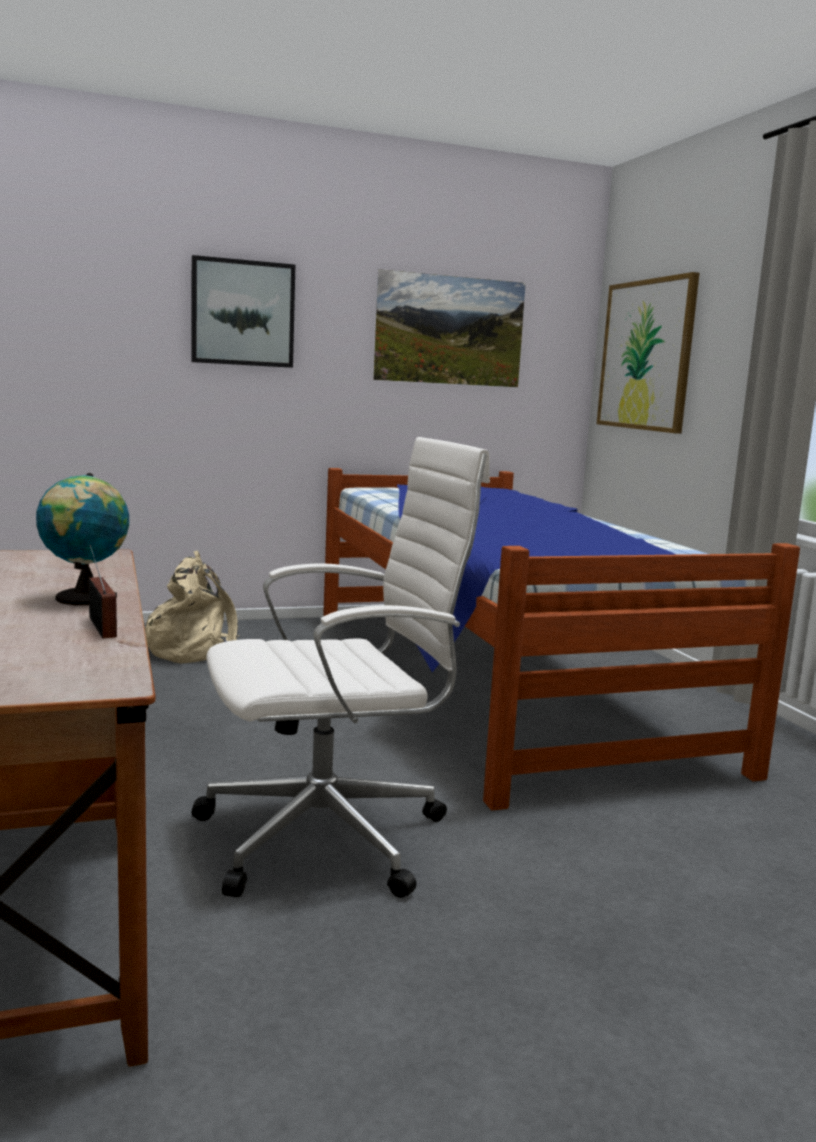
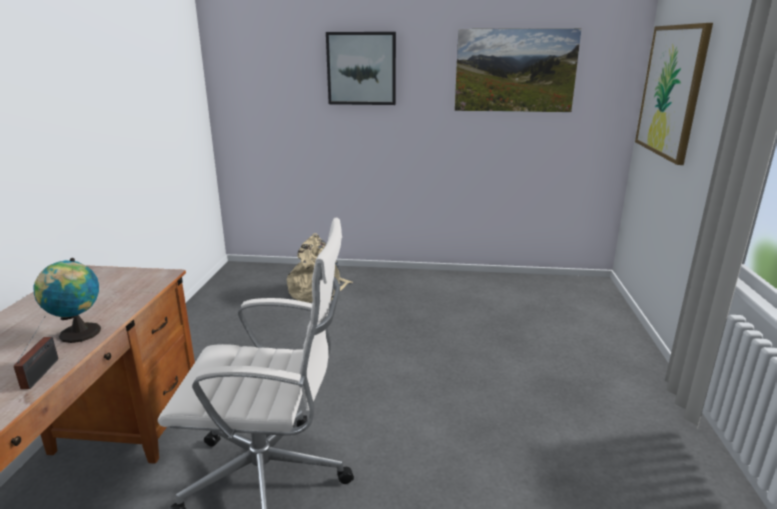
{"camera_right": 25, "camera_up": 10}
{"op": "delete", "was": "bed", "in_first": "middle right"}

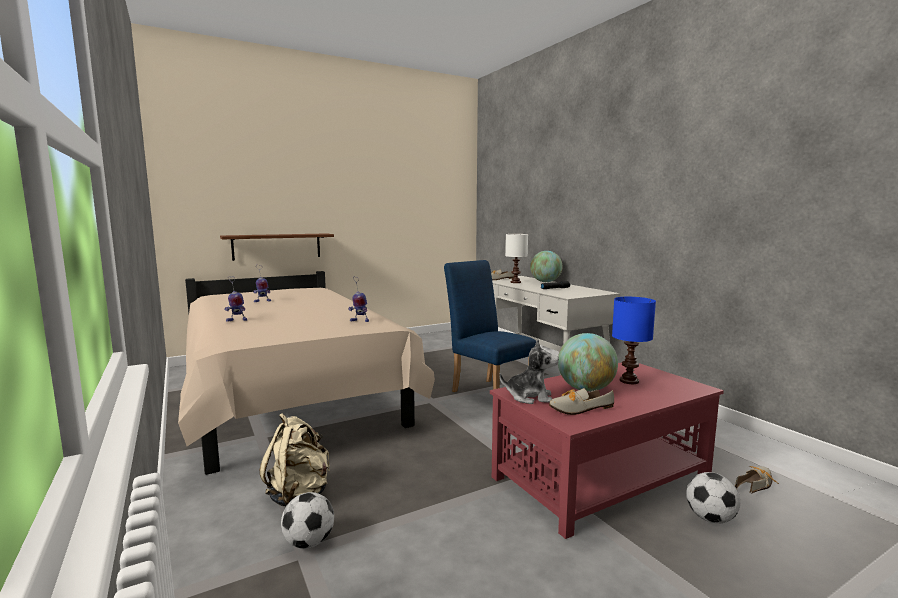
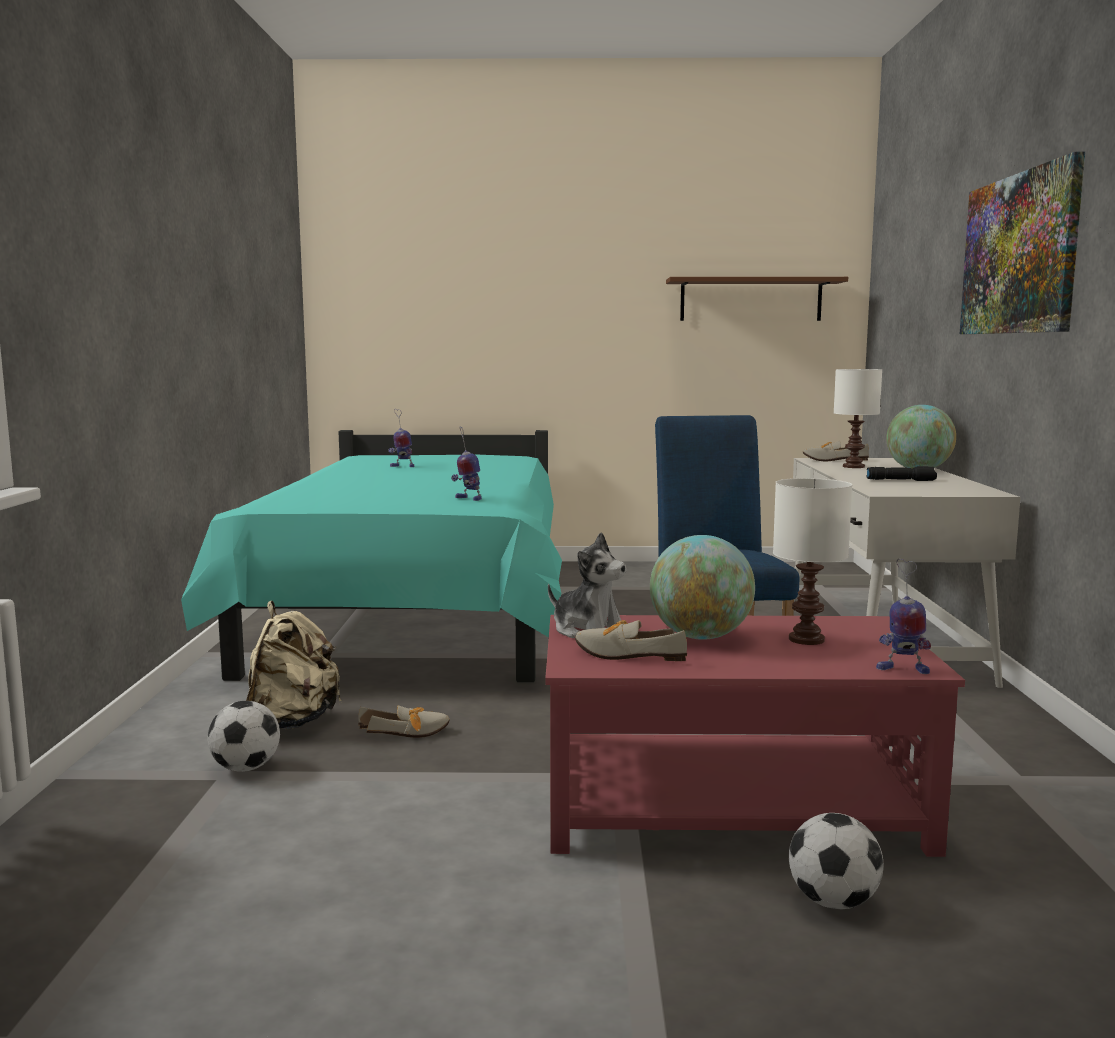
{"camera_right": 30, "camera_up": 0}
{"op": "recolor", "was": "beige bed", "now": "turquoise bed", "in_first": "centre", "in_second": "middle left"}
{"op": "move", "was": "brown shelf", "in_first": "middle left", "in_second": "top right"}
{"op": "move", "was": "toy robot (1st from left in the first image)", "now": "toy robot (3rd from left)", "in_first": "middle left", "in_second": "middle right"}
{"op": "recolor", "was": "blue table lamp", "now": "white table lamp (1st from left)", "in_first": "middle right", "in_second": "middle right"}
{"op": "move", "was": "shoe (3rd from left in the first image)", "now": "shoe (1st from left)", "in_first": "bottom right", "in_second": "bottom centre"}
{"op": "insert", "now": "picture", "in_second": "top right"}

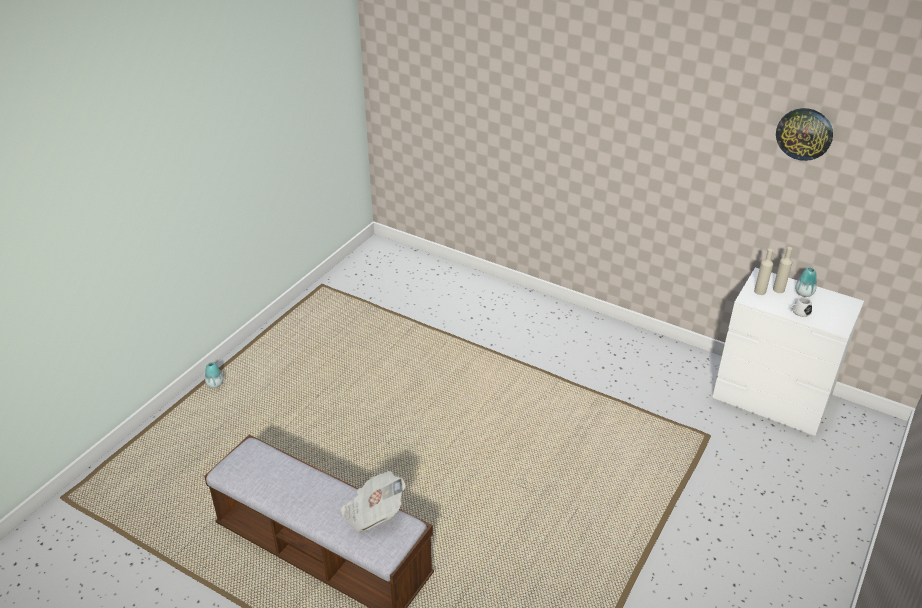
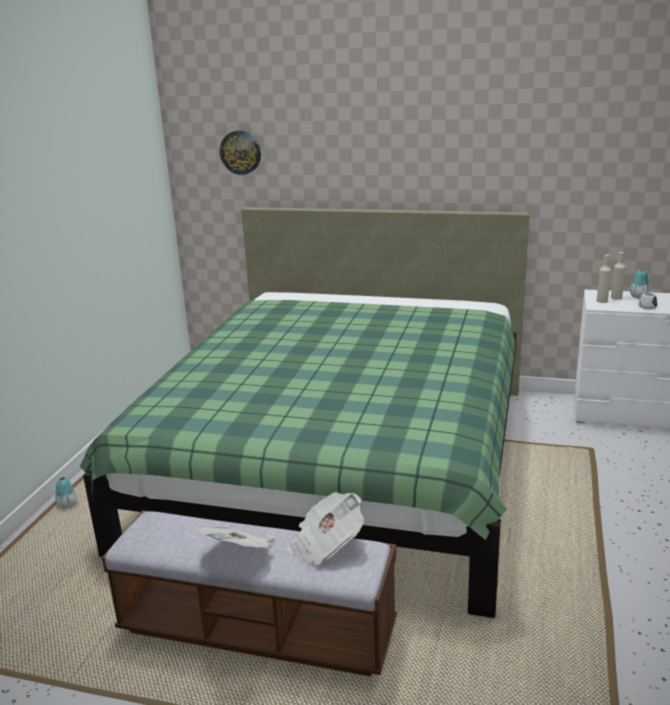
{"camera_right": -15, "camera_up": -15}
{"op": "move", "was": "wall clock", "in_first": "top right", "in_second": "top centre"}
{"op": "insert", "now": "green bed", "in_second": "centre"}
{"op": "insert", "now": "newspaper (1st from left)", "in_second": "bottom centre"}

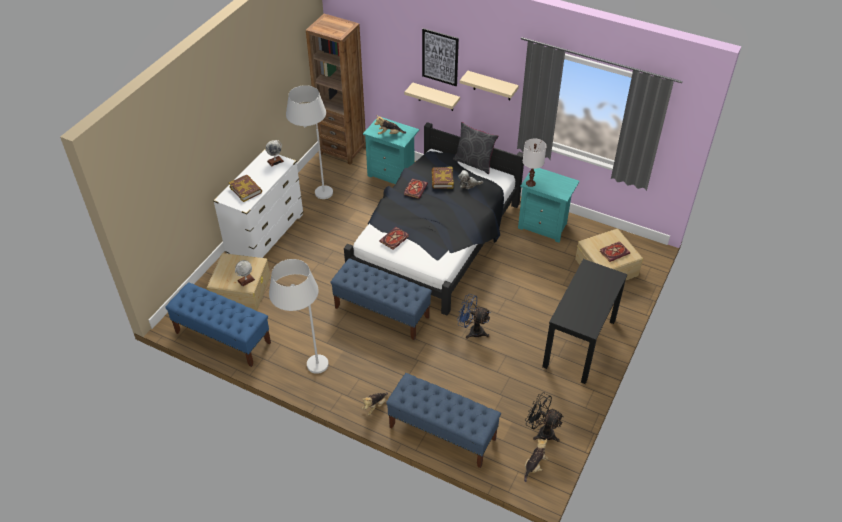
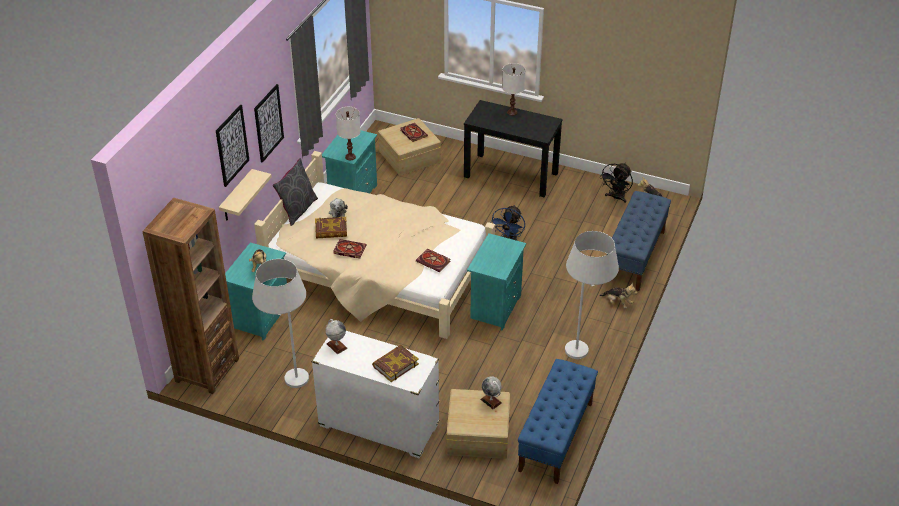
{"camera_right": -95, "camera_up": -5}
{"op": "replace", "was": "blue bench (2nd from left)", "now": "turquoise nightstand (3rd from left)", "in_first": "centre", "in_second": "centre"}
{"op": "recolor", "was": "black bed", "now": "beige bed", "in_first": "centre", "in_second": "centre"}
{"op": "replace", "was": "beige shelf (2nd from left)", "now": "picture (2nd from left)", "in_first": "top centre", "in_second": "top left"}
{"op": "insert", "now": "white table lamp (2nd from left)", "in_second": "top centre"}

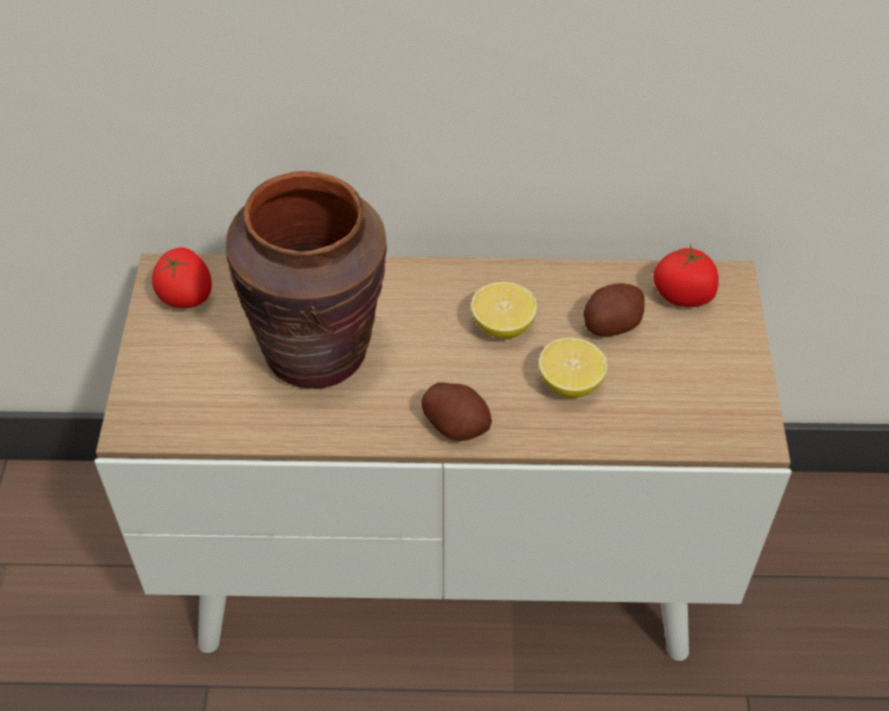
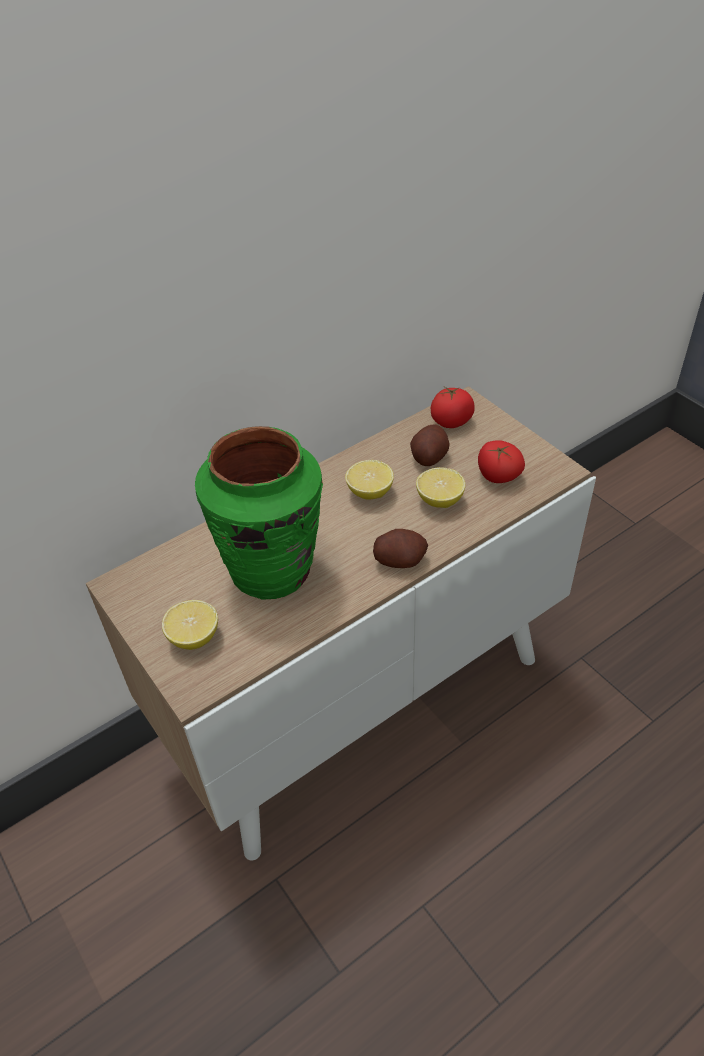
{"camera_right": -35, "camera_up": -5}
{"op": "move", "was": "tomato (1st from left in the first image)", "now": "tomato (2nd from left)", "in_first": "middle left", "in_second": "middle right"}
{"op": "recolor", "was": "brown vase", "now": "green vase", "in_first": "centre", "in_second": "centre"}
{"op": "insert", "now": "lemon (1st from left)", "in_second": "middle left"}

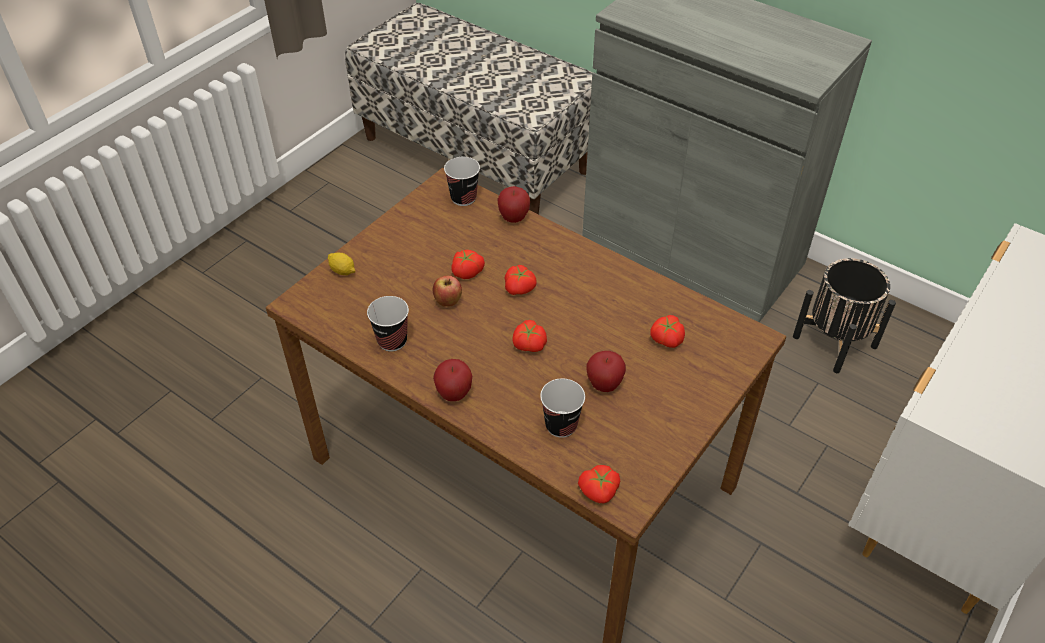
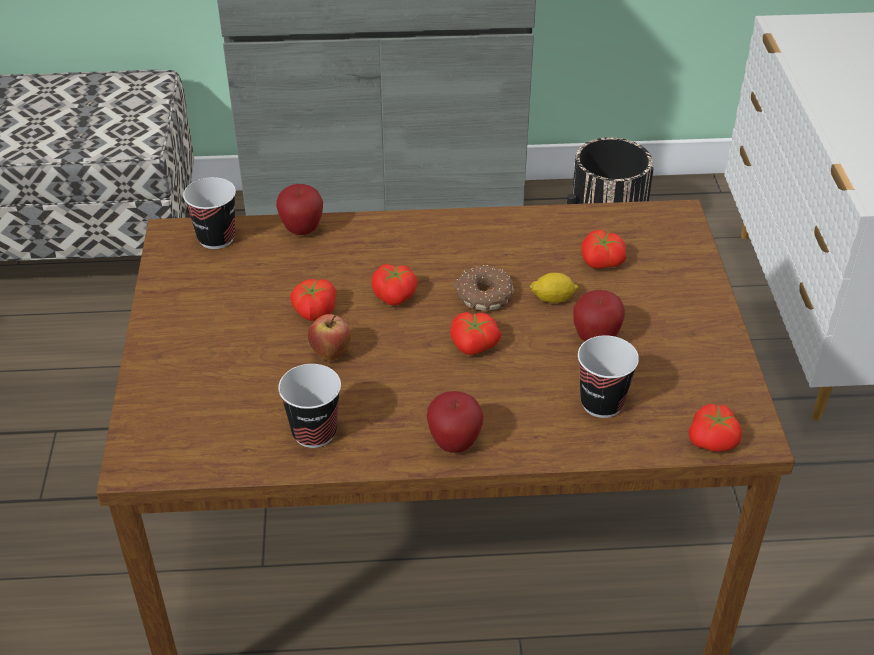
{"camera_right": -40, "camera_up": -5}
{"op": "move", "was": "lemon", "in_first": "middle left", "in_second": "centre"}
{"op": "insert", "now": "donut", "in_second": "centre"}

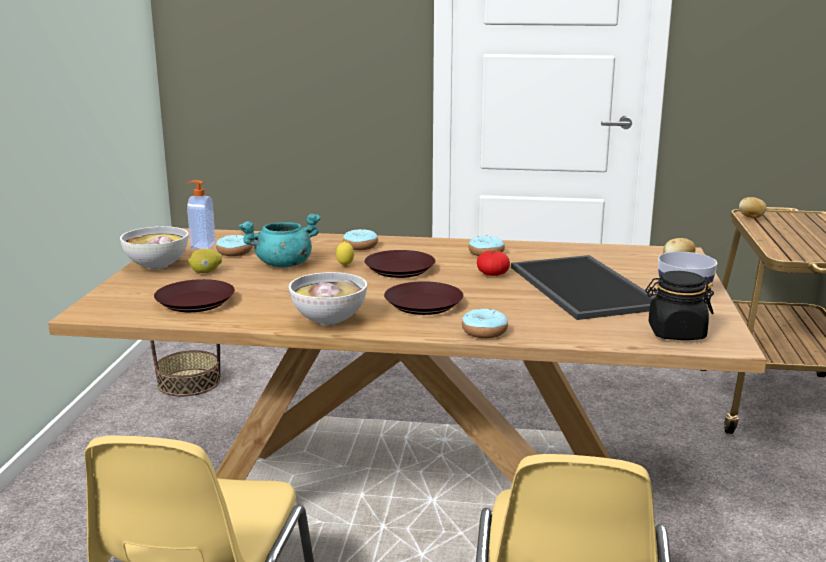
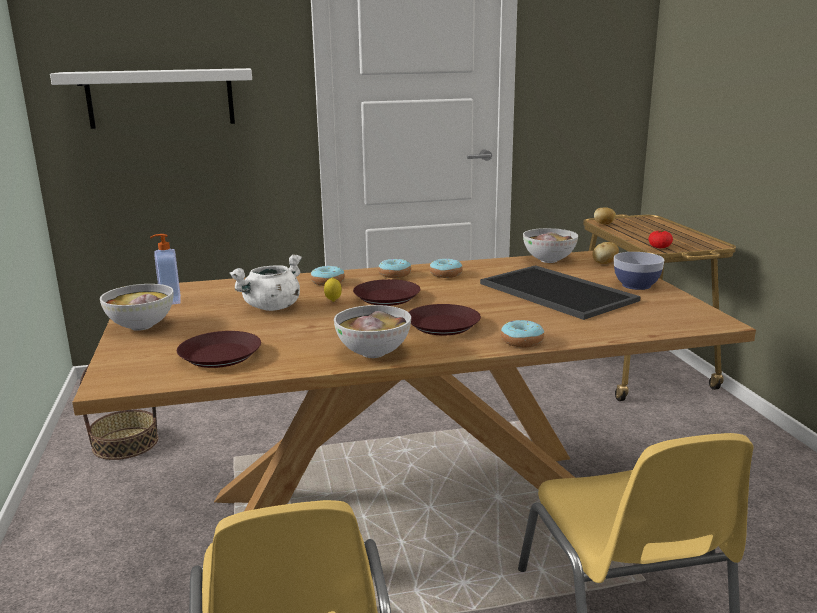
{"camera_right": -20, "camera_up": 0}
{"op": "delete", "was": "lemon (1st from left)", "in_first": "middle left"}
{"op": "move", "was": "donut (1st from left in the first image)", "now": "donut (2nd from left)", "in_first": "middle left", "in_second": "centre"}
{"op": "recolor", "was": "turquoise cooking pot", "now": "white cooking pot", "in_first": "centre", "in_second": "middle left"}
{"op": "move", "was": "tomato", "in_first": "centre", "in_second": "middle right"}
{"op": "delete", "was": "black jar", "in_first": "middle right"}
{"op": "insert", "now": "white shelf", "in_second": "top left"}
{"op": "insert", "now": "bowl (3rd from left)", "in_second": "middle right"}

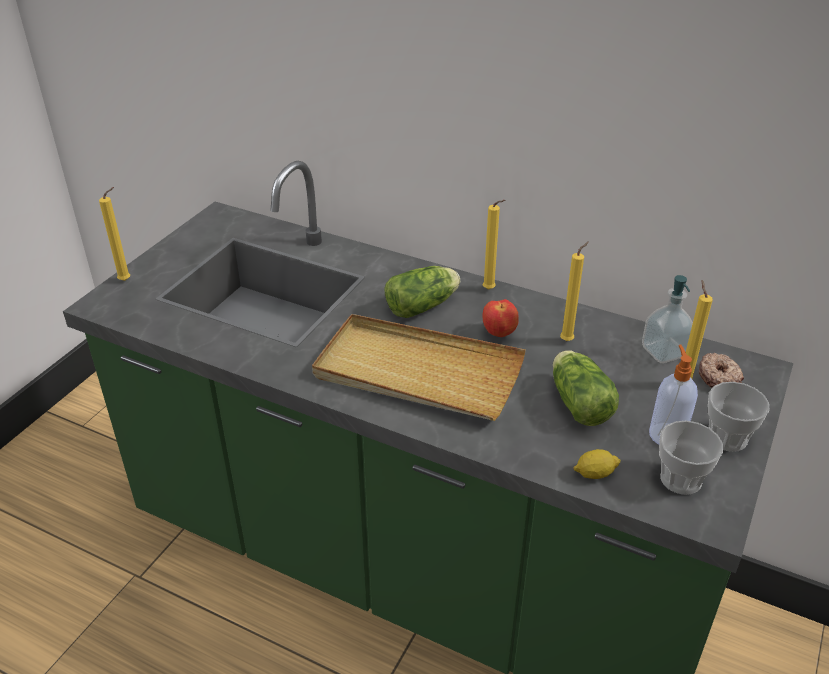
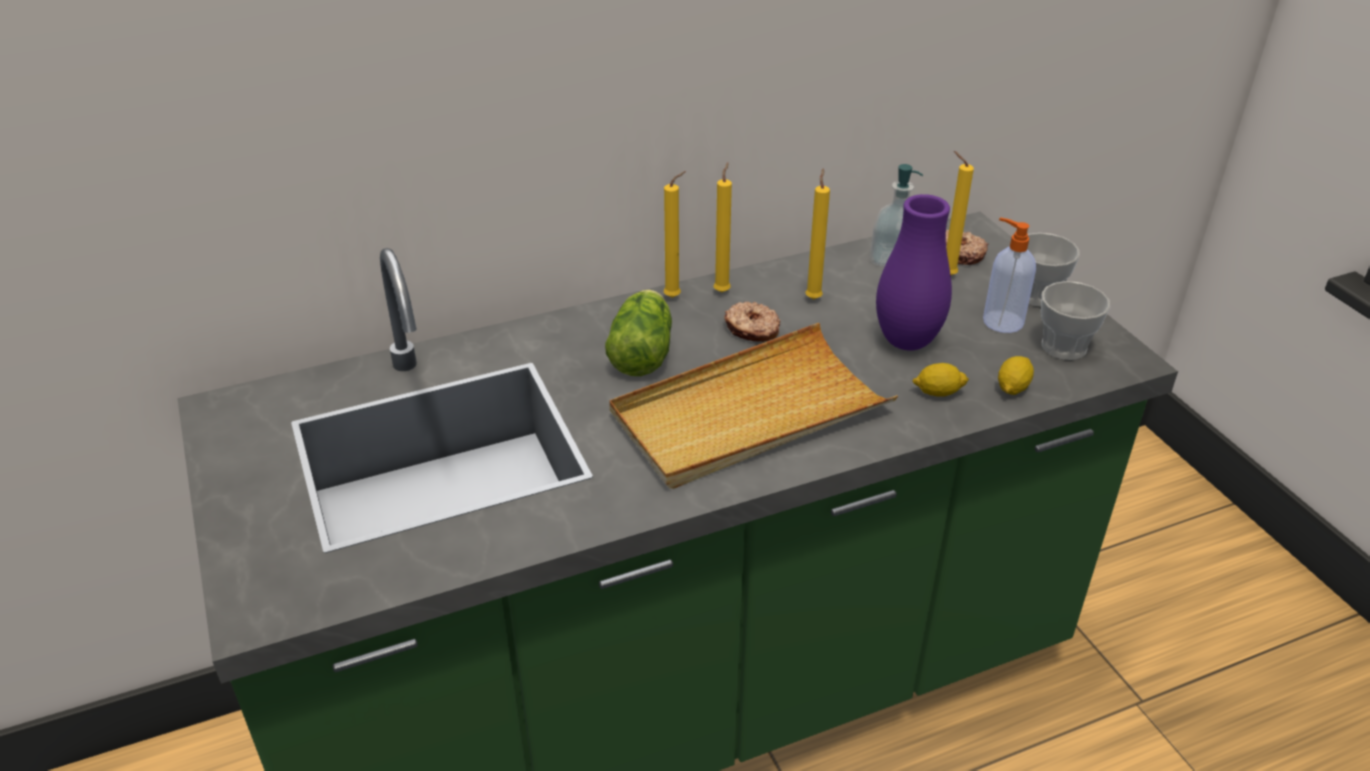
{"camera_right": -50, "camera_up": 0}
{"op": "move", "was": "yellow candle (1st from left in the first image)", "now": "yellow candle (2nd from left)", "in_first": "middle left", "in_second": "top centre"}
{"op": "replace", "was": "apple", "now": "donut (1st from left)", "in_first": "centre", "in_second": "centre"}
{"op": "replace", "was": "lettuce (2nd from left)", "now": "purple vase", "in_first": "middle right", "in_second": "middle right"}
{"op": "insert", "now": "lemon (1st from left)", "in_second": "middle right"}

